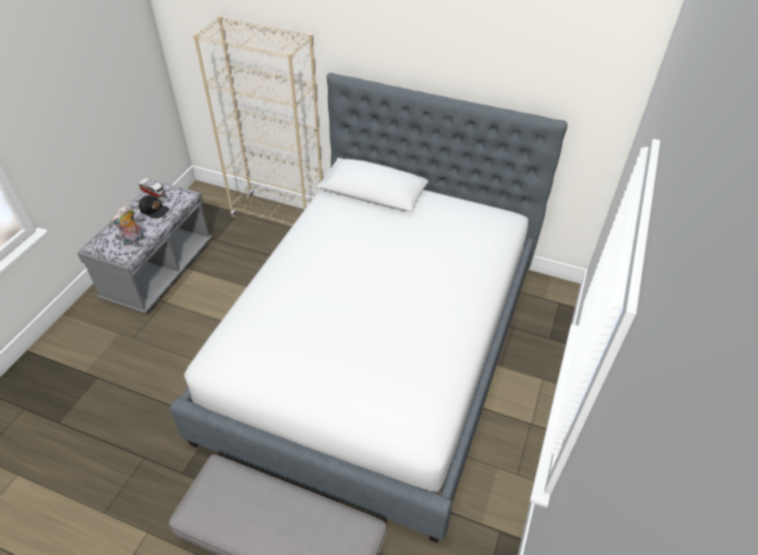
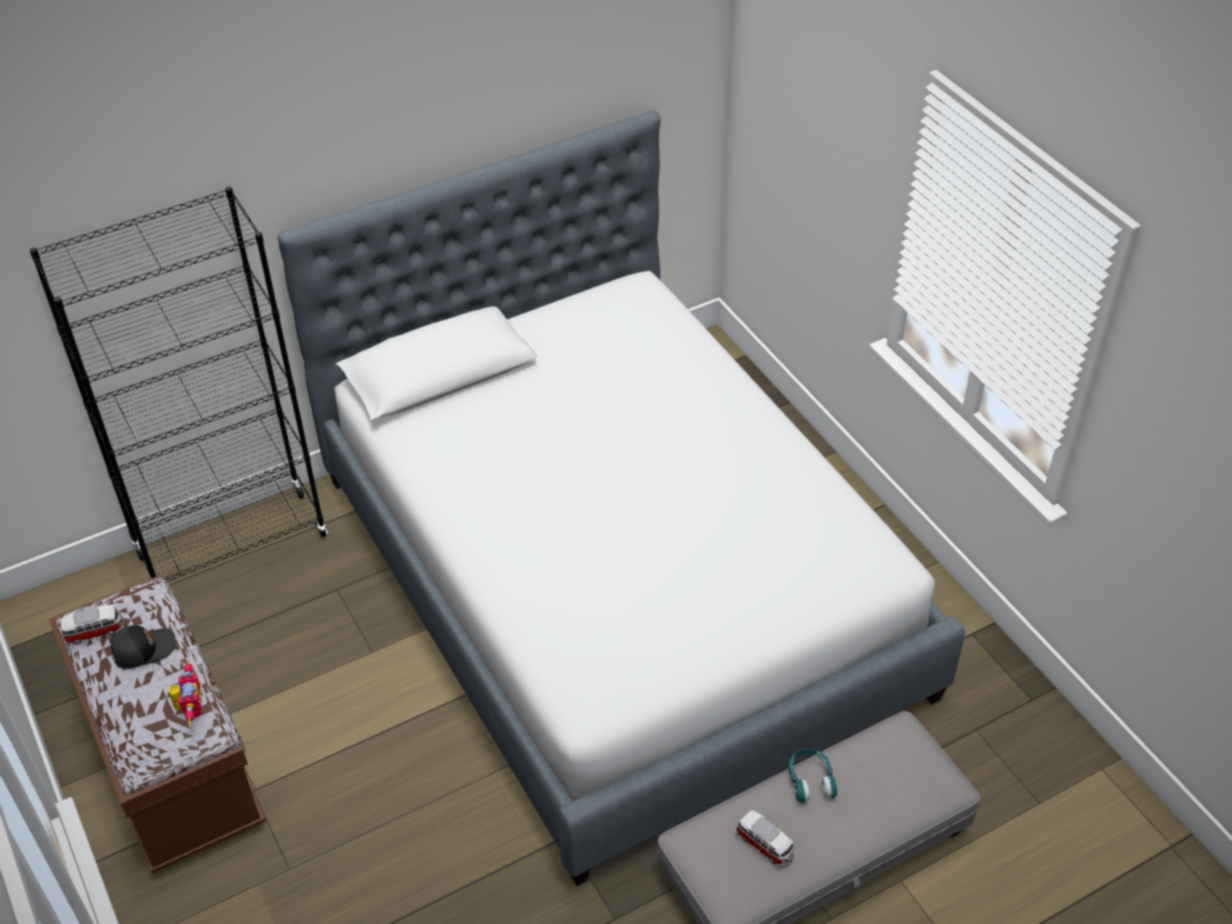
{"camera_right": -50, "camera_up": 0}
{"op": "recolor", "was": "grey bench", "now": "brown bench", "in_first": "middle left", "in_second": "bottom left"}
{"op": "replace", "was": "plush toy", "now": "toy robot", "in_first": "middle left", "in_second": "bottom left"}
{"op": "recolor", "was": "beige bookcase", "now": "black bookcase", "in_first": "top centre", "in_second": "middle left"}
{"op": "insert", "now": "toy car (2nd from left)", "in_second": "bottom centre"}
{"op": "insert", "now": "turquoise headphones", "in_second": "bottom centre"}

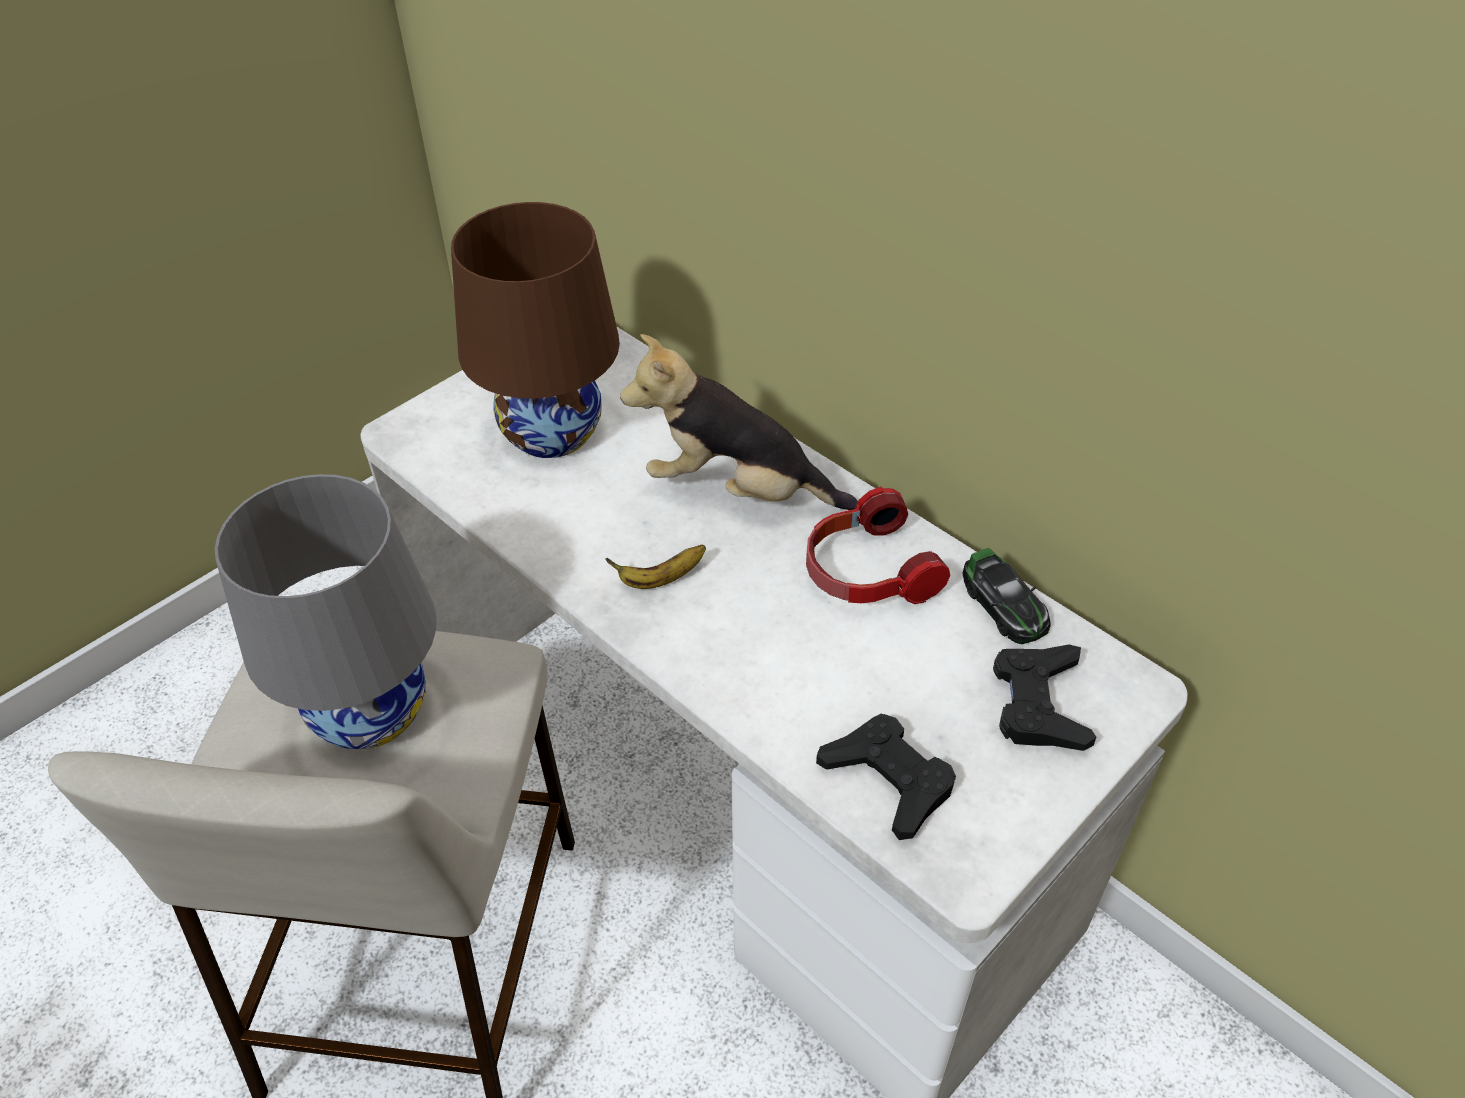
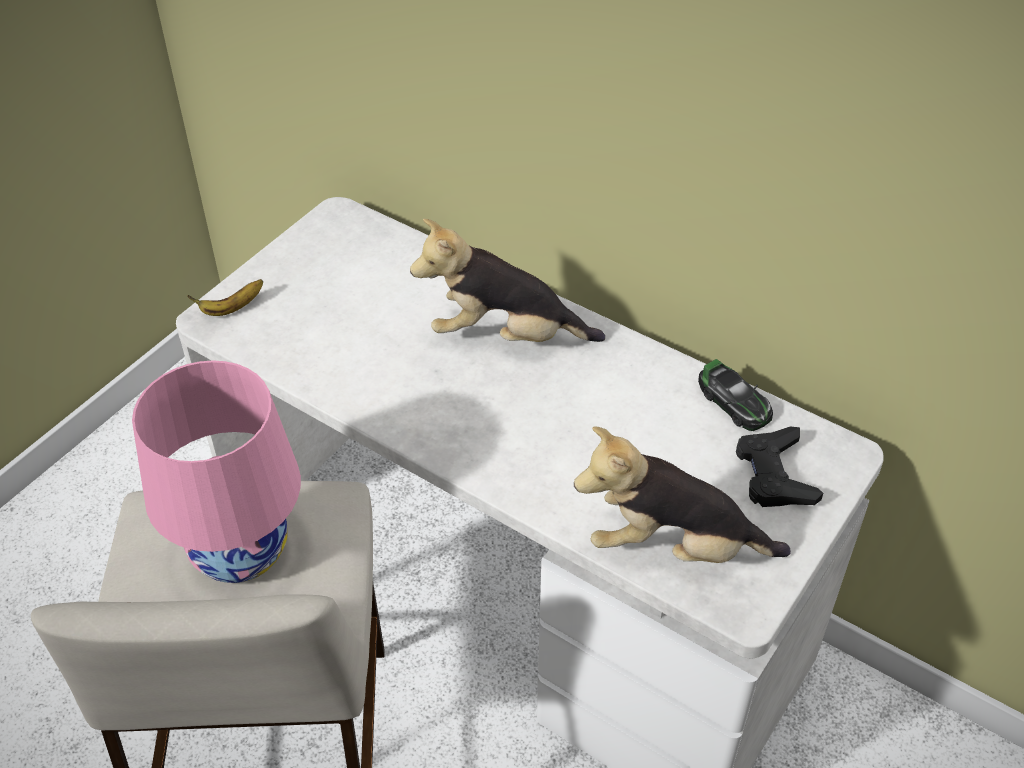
{"camera_right": -10, "camera_up": 0}
{"op": "recolor", "was": "grey table lamp", "now": "pink table lamp", "in_first": "middle left", "in_second": "middle left"}
{"op": "delete", "was": "brown table lamp", "in_first": "top centre"}
{"op": "move", "was": "banana", "in_first": "centre", "in_second": "middle left"}
{"op": "delete", "was": "headphones", "in_first": "centre"}
{"op": "replace", "was": "black game controller (1st from left)", "now": "plush toy (2nd from left)", "in_first": "bottom centre", "in_second": "centre"}

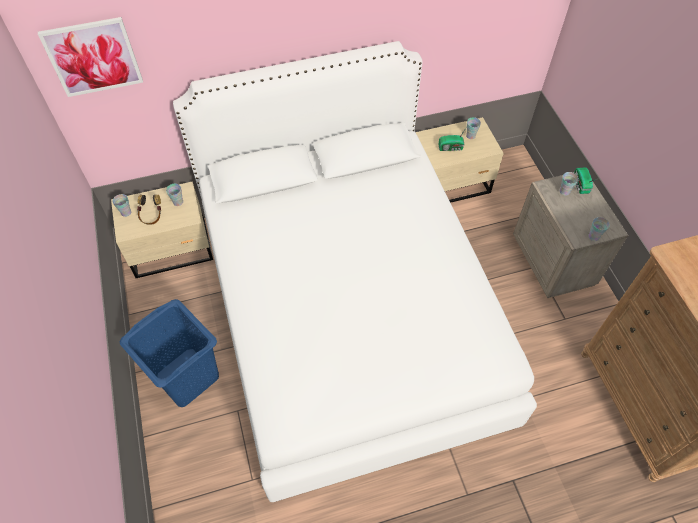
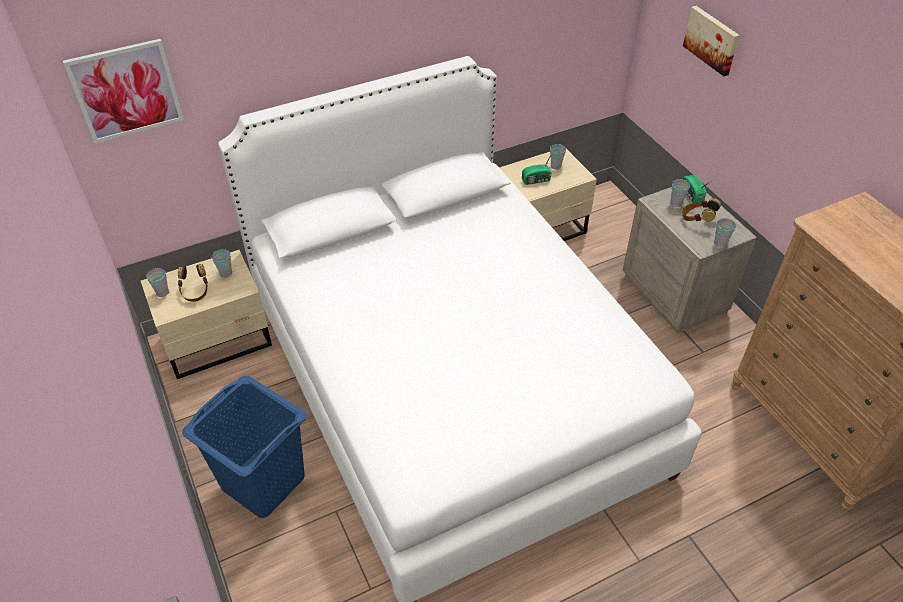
{"camera_right": -10, "camera_up": -10}
{"op": "insert", "now": "headphones (2nd from left)", "in_second": "middle right"}
{"op": "insert", "now": "picture (2nd from left)", "in_second": "top right"}

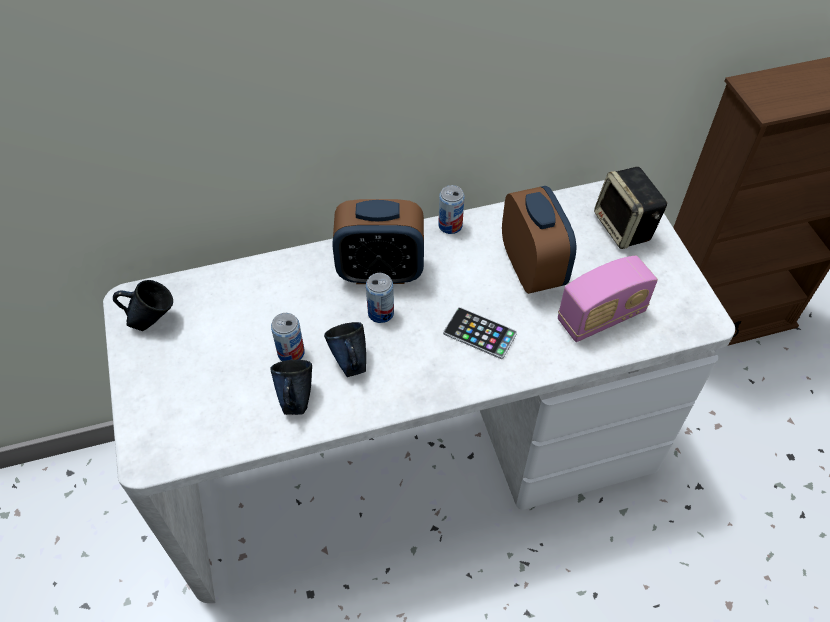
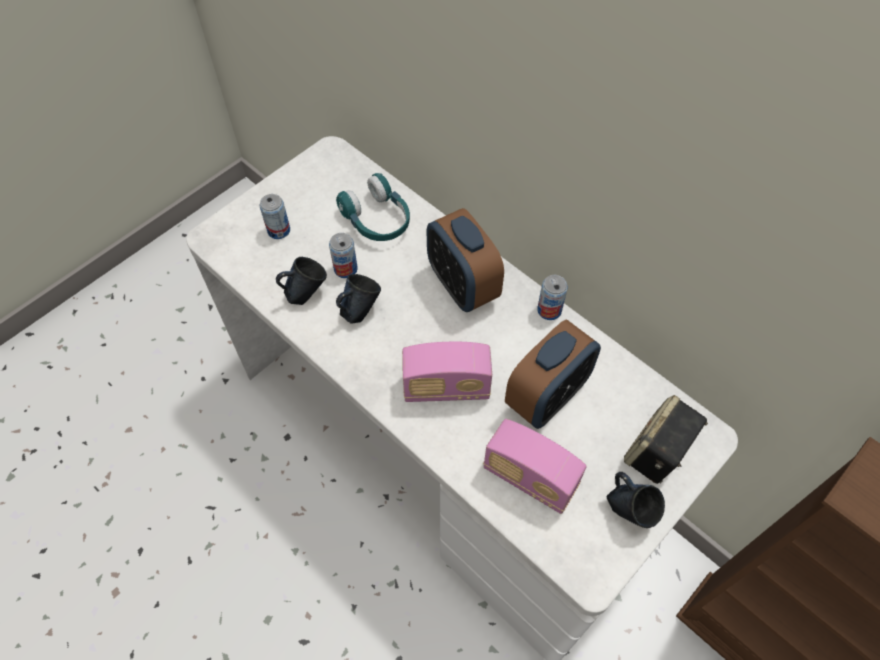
{"camera_right": 60, "camera_up": 5}
{"op": "move", "was": "blue mug (1st from left in the first image)", "now": "blue mug (3rd from left)", "in_first": "middle left", "in_second": "bottom right"}
{"op": "move", "was": "can (2nd from left in the first image)", "now": "can (1st from left)", "in_first": "centre", "in_second": "top left"}
{"op": "replace", "was": "phone", "now": "radio (1st from left)", "in_first": "centre", "in_second": "centre"}
{"op": "insert", "now": "turquoise headphones", "in_second": "top centre"}

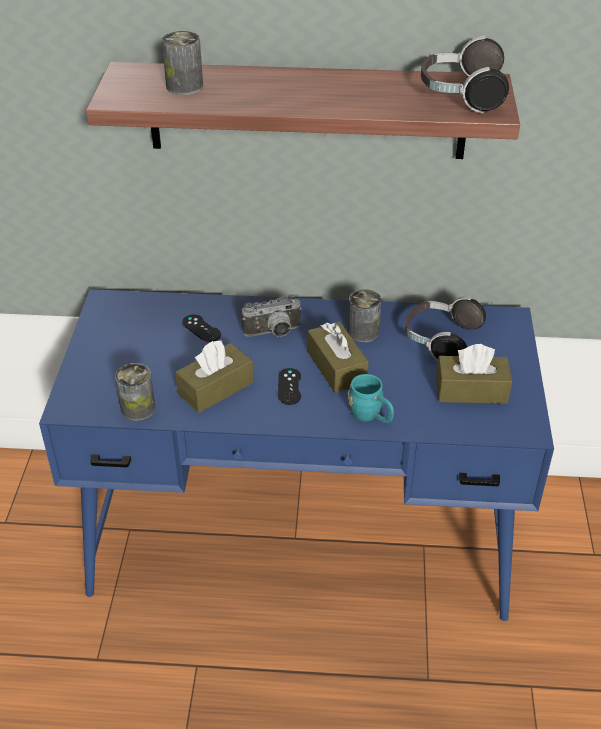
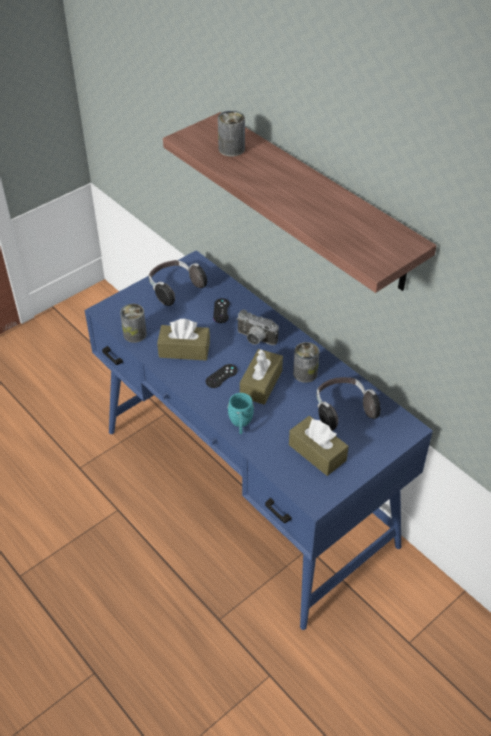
{"camera_right": 45, "camera_up": 5}
{"op": "move", "was": "headphones (2nd from left in the first image)", "now": "headphones (1st from left)", "in_first": "top right", "in_second": "centre"}

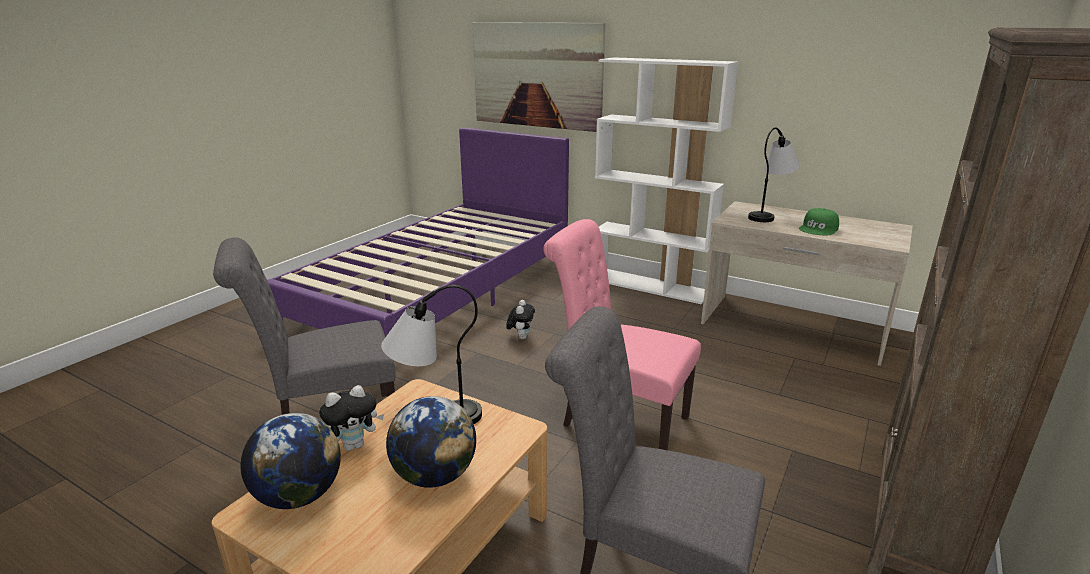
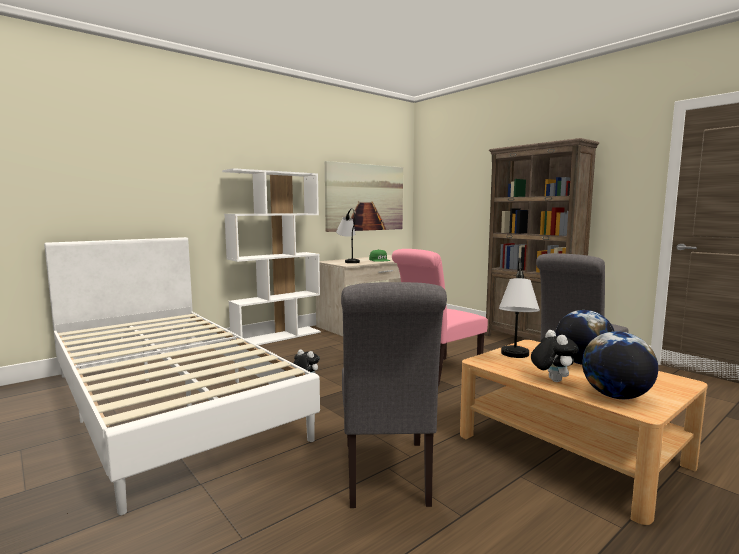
{"camera_right": -70, "camera_up": -15}
{"op": "recolor", "was": "purple bed", "now": "white bed", "in_first": "centre", "in_second": "bottom left"}
{"op": "move", "was": "picture", "in_first": "top centre", "in_second": "centre"}

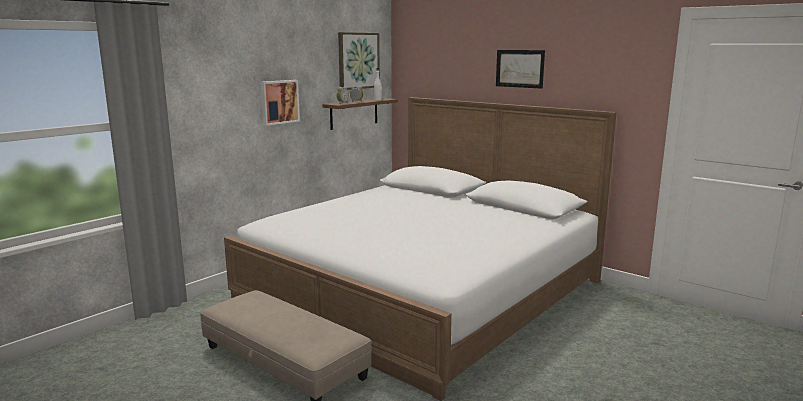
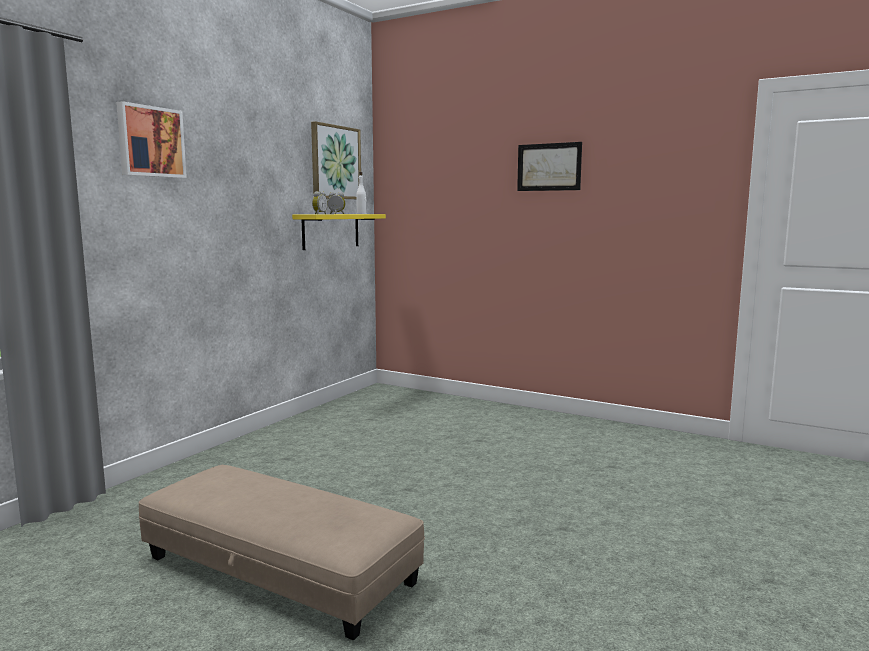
{"camera_right": -10, "camera_up": -5}
{"op": "delete", "was": "white bed", "in_first": "centre"}
{"op": "move", "was": "picture (1st from left)", "in_first": "top centre", "in_second": "top left"}
{"op": "recolor", "was": "brown shelf", "now": "yellow shelf", "in_first": "top centre", "in_second": "centre"}

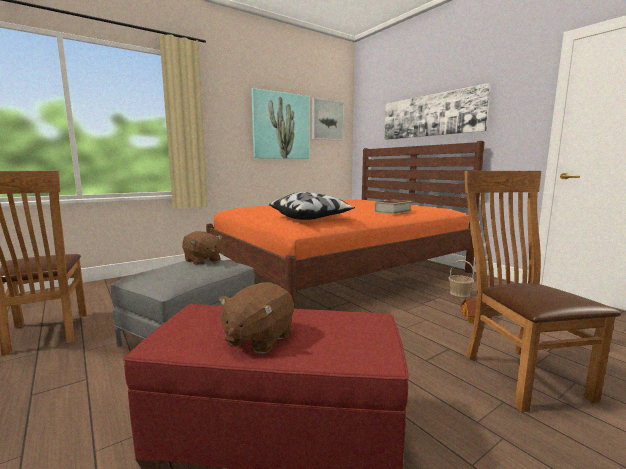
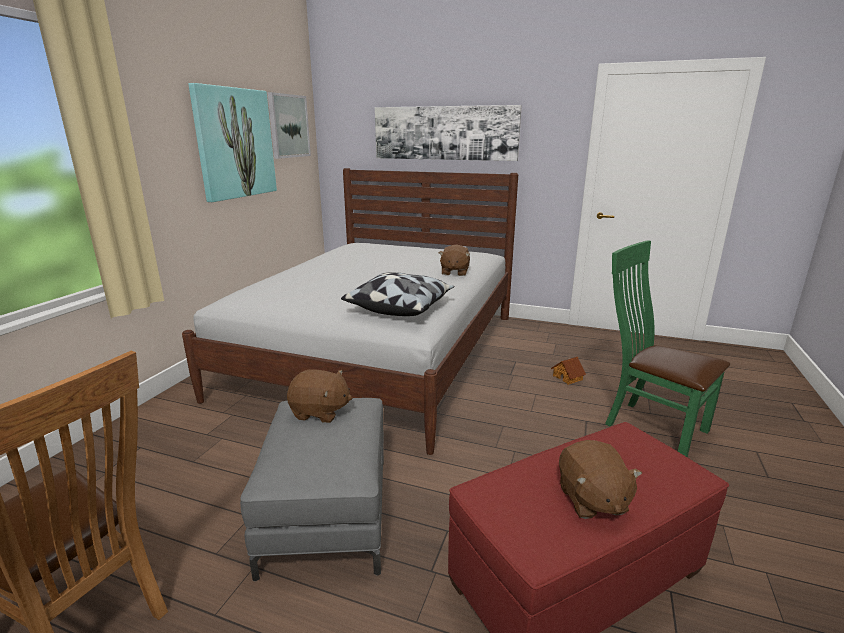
{"camera_right": -35, "camera_up": 10}
{"op": "recolor", "was": "orange bed", "now": "white bed", "in_first": "centre", "in_second": "centre"}
{"op": "replace", "was": "book", "now": "brown plush toy (2nd from left)", "in_first": "centre", "in_second": "centre"}
{"op": "delete", "was": "basket", "in_first": "middle right"}
{"op": "recolor", "was": "brown chair (2nd from left)", "now": "green chair", "in_first": "middle right", "in_second": "middle right"}

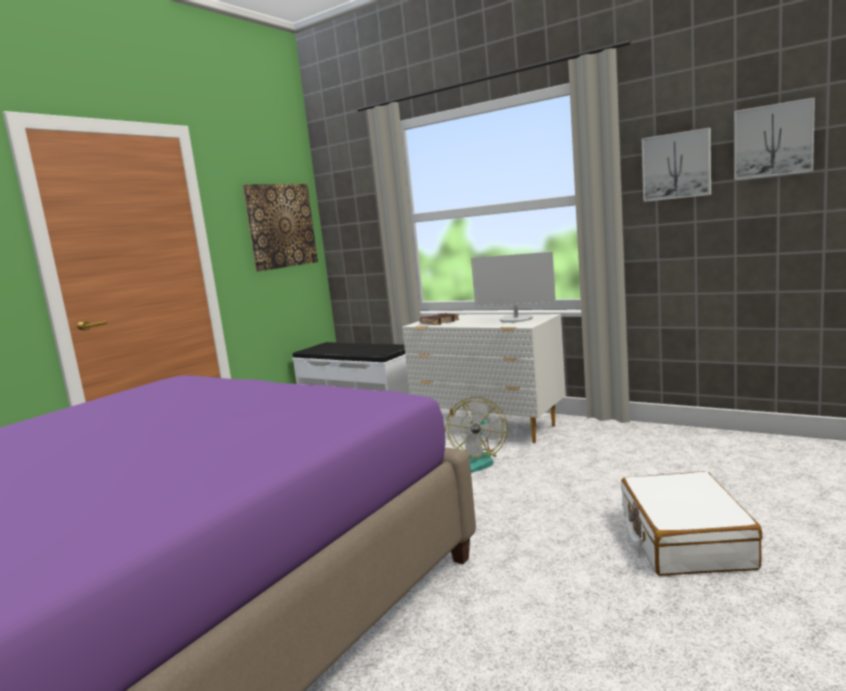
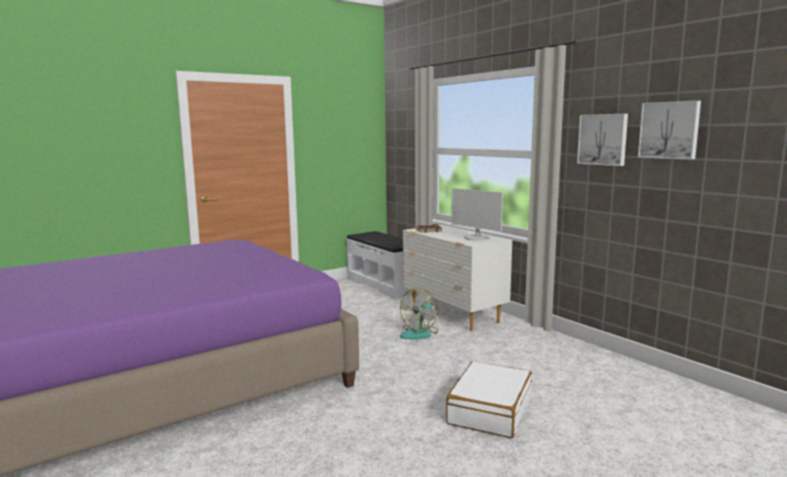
{"camera_right": 20, "camera_up": 0}
{"op": "delete", "was": "picture (1st from left)", "in_first": "top left"}

